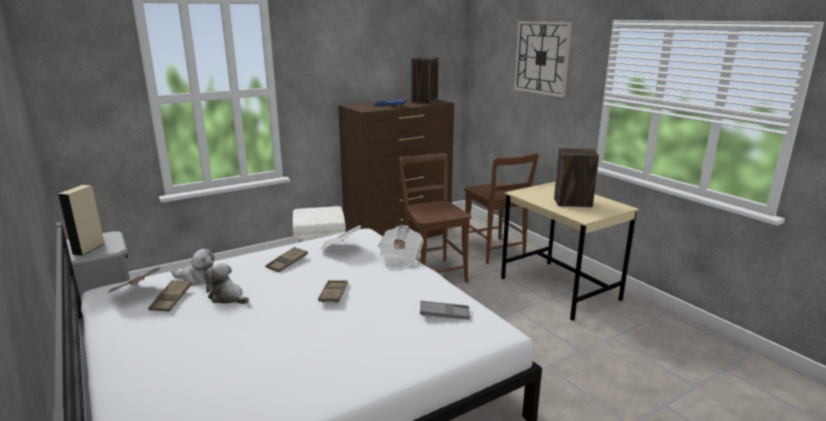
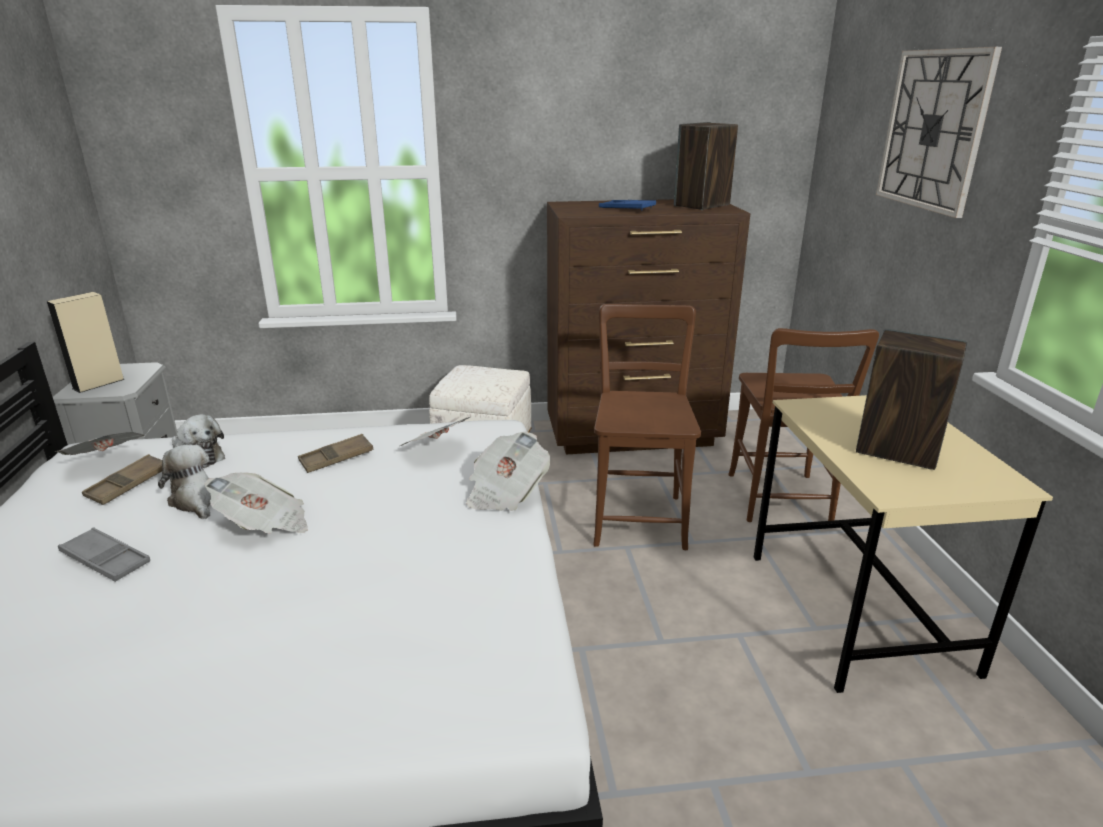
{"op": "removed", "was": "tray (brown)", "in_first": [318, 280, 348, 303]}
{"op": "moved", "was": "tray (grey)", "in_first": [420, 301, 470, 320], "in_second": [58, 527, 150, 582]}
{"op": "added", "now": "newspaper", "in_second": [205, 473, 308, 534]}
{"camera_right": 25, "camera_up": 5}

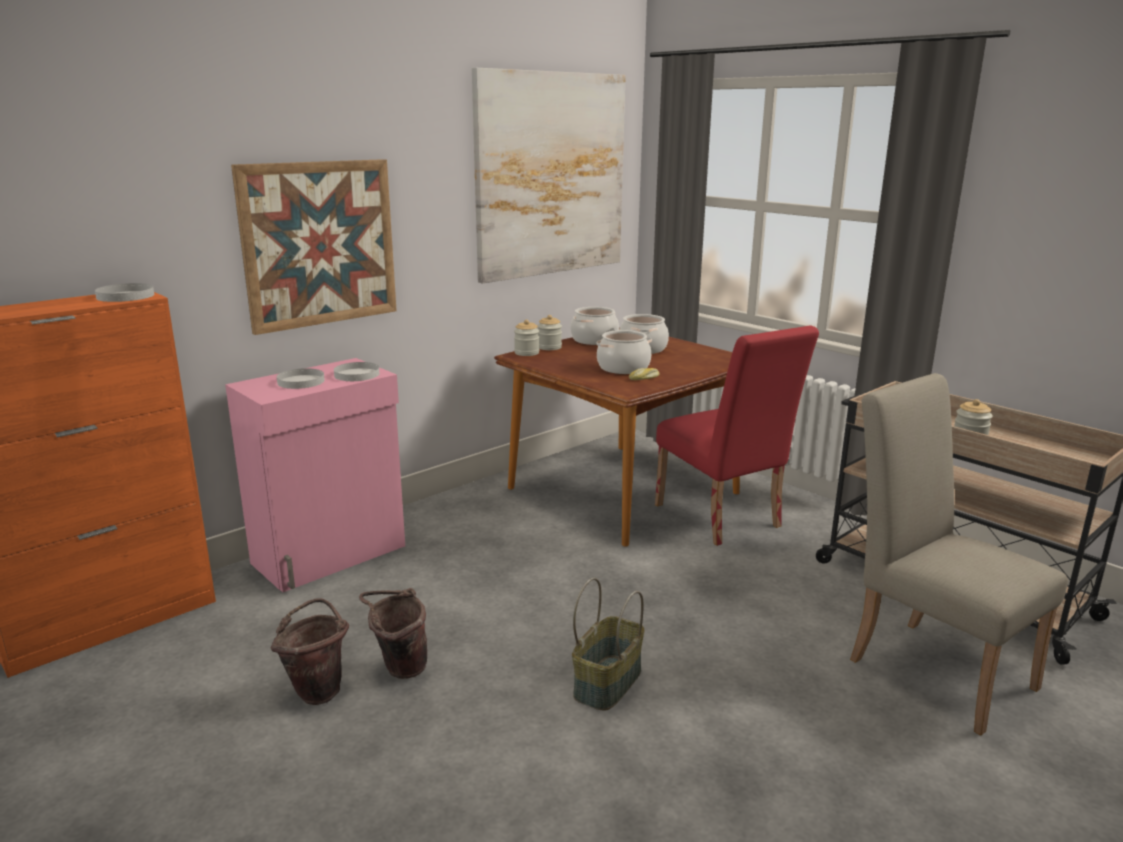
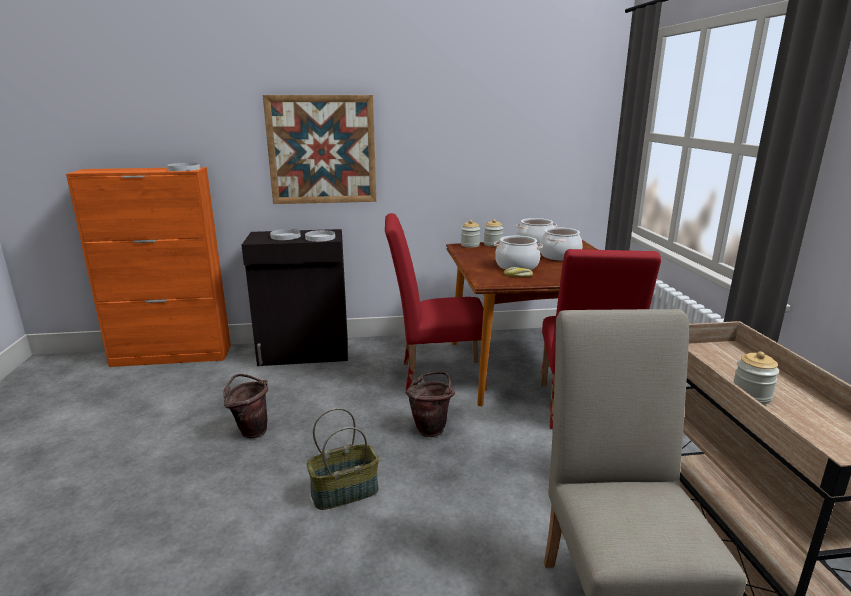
{"op": "removed", "was": "picture", "in_first": [472, 68, 626, 284]}
{"op": "recoloured", "was": "cabinet (pink)", "now": "cabinet (black)", "in_first": [225, 358, 405, 592], "in_second": [242, 229, 348, 366]}
{"op": "moved", "was": "bucket (brown)", "in_first": [271, 598, 349, 705], "in_second": [405, 371, 455, 437]}
{"op": "added", "now": "chair (red)", "in_second": [385, 213, 487, 392]}
{"camera_right": 35, "camera_up": 0}

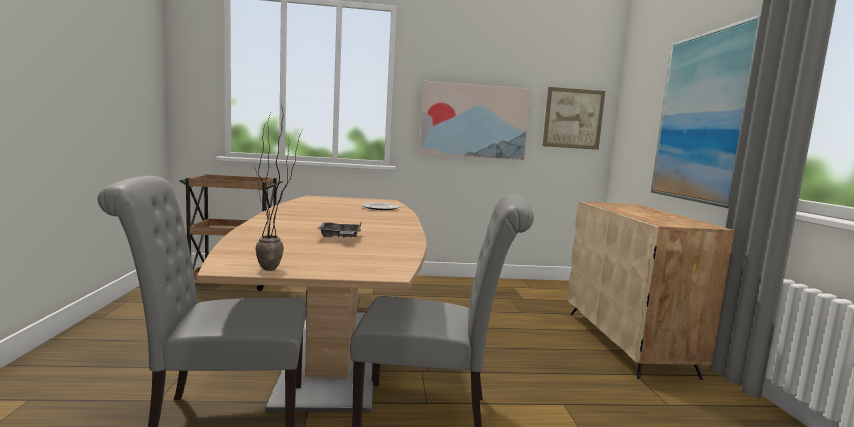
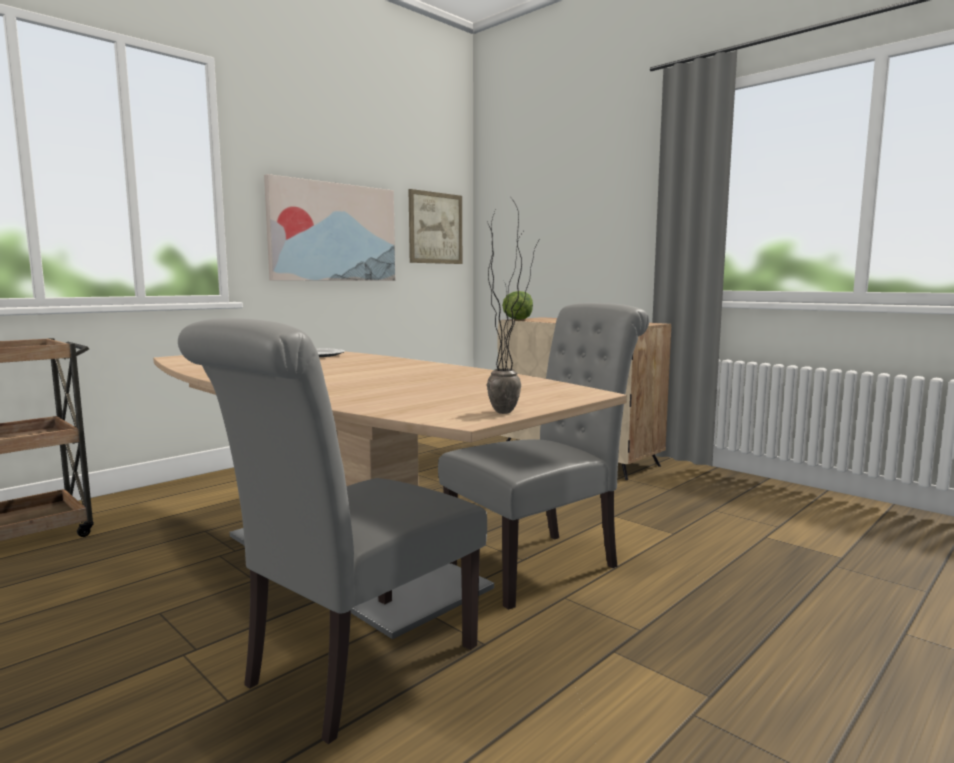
{"op": "removed", "was": "picture", "in_first": [651, 14, 761, 208]}
{"op": "removed", "was": "tray (grey)", "in_first": [317, 221, 362, 238]}
{"op": "added", "now": "lettuce", "in_second": [502, 291, 533, 320]}
{"camera_right": -40, "camera_up": 0}

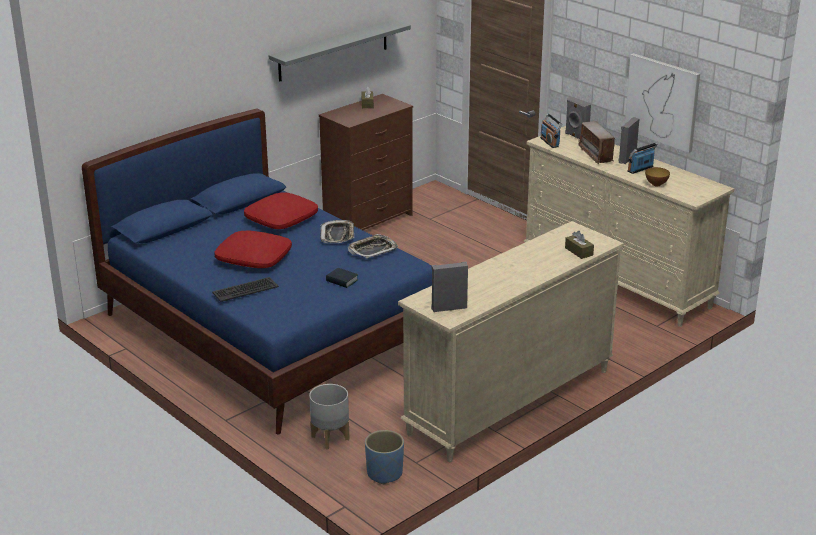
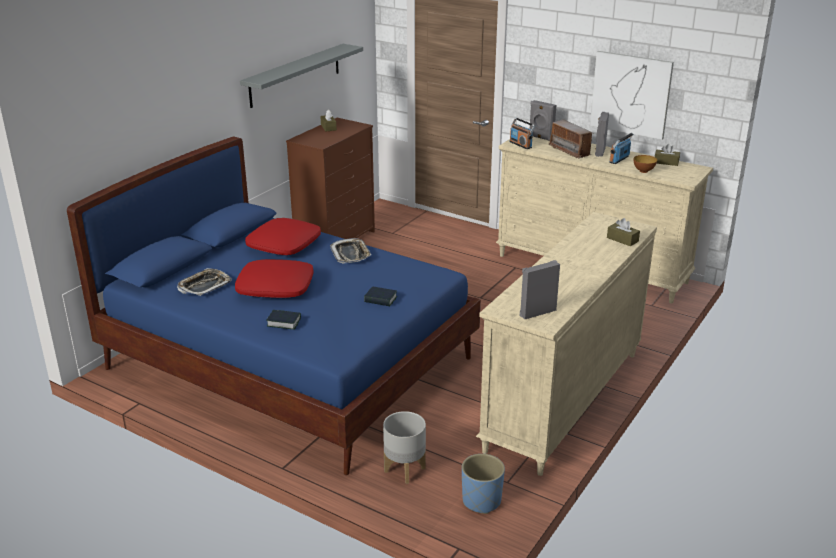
{"op": "moved", "was": "tray", "in_first": [348, 234, 398, 258], "in_second": [177, 268, 232, 296]}
{"op": "replaced", "was": "keyboard", "now": "book", "in_first": [212, 277, 279, 302], "in_second": [266, 310, 301, 330]}
{"op": "added", "now": "tissue box (brown)", "in_second": [655, 144, 680, 166]}
{"camera_right": -15, "camera_up": 0}

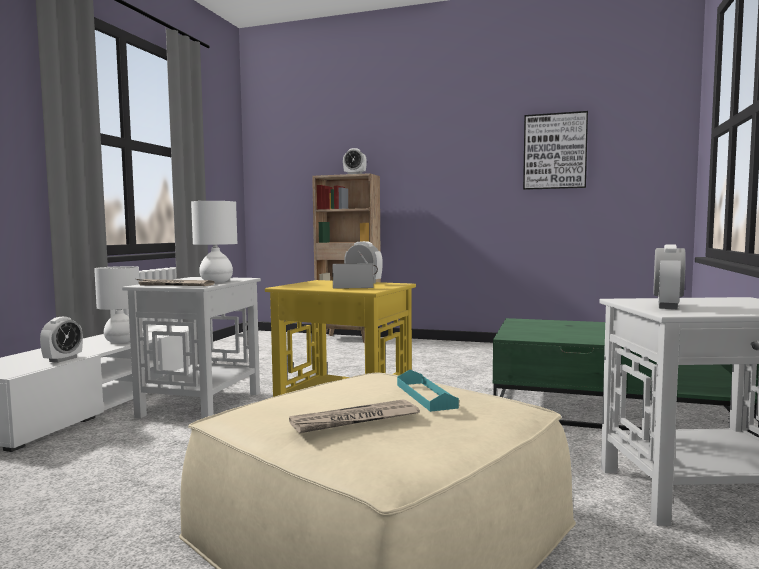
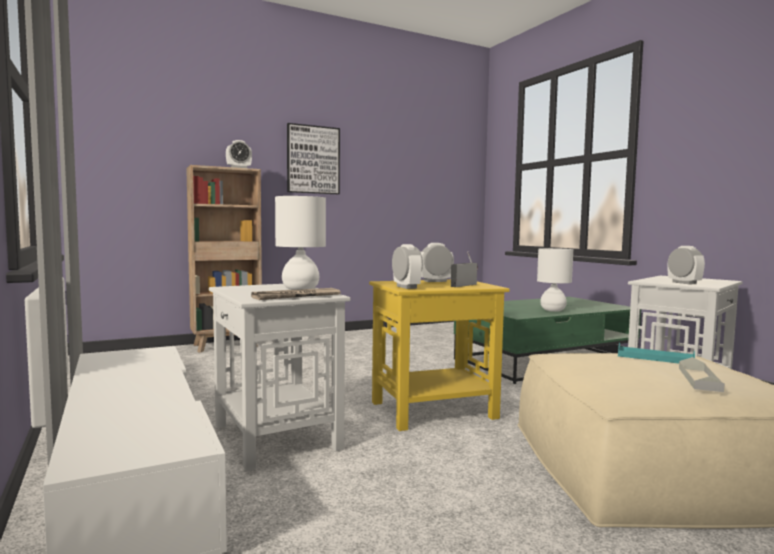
{"op": "moved", "was": "picture", "in_first": [523, 111, 588, 190], "in_second": [287, 123, 340, 194]}
{"op": "moved", "was": "table lamp (white)", "in_first": [94, 266, 140, 343], "in_second": [537, 248, 573, 312]}
{"op": "moved", "was": "alarm clock", "in_first": [40, 317, 83, 363], "in_second": [392, 244, 423, 289]}
{"op": "replaced", "was": "newspaper", "now": "tray (grey)", "in_first": [289, 400, 420, 433], "in_second": [679, 357, 725, 392]}
{"camera_right": -45, "camera_up": 0}

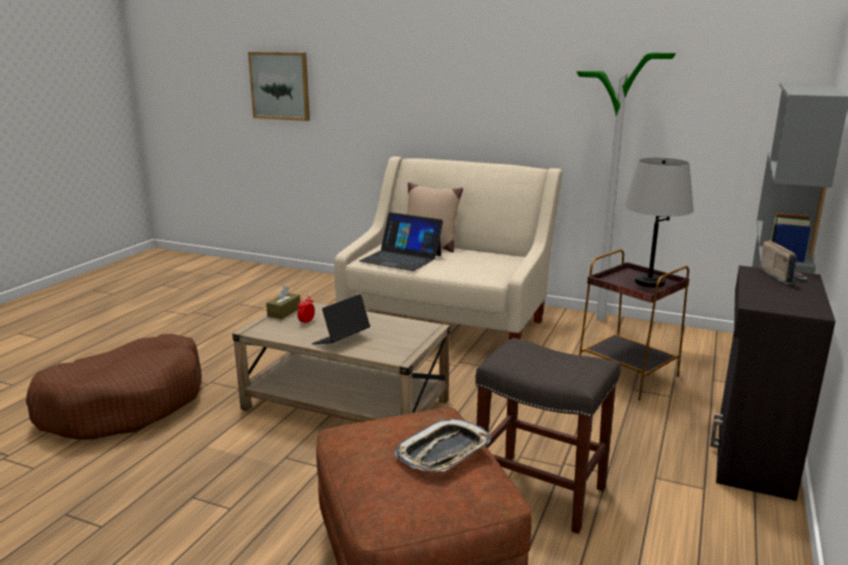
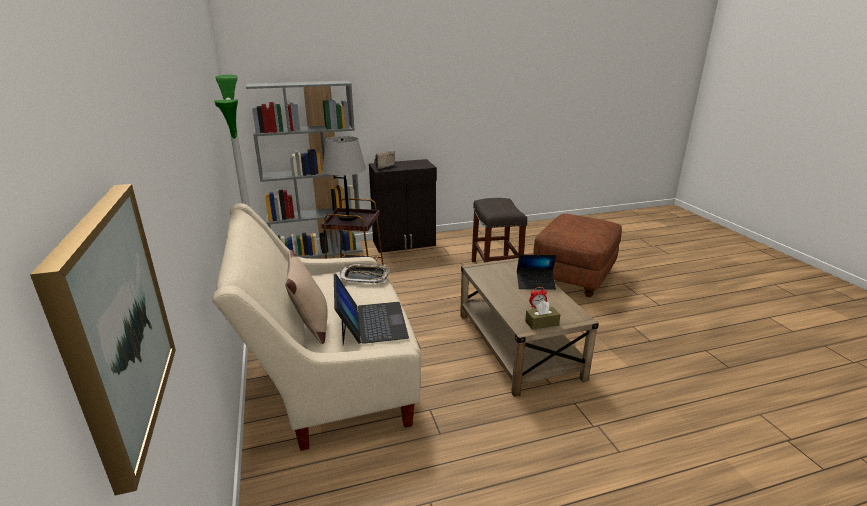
{"op": "removed", "was": "dog bed (brown)", "in_first": [26, 334, 202, 439]}
{"op": "moved", "was": "tray", "in_first": [394, 419, 491, 471], "in_second": [340, 264, 389, 283]}
{"camera_right": -130, "camera_up": 5}

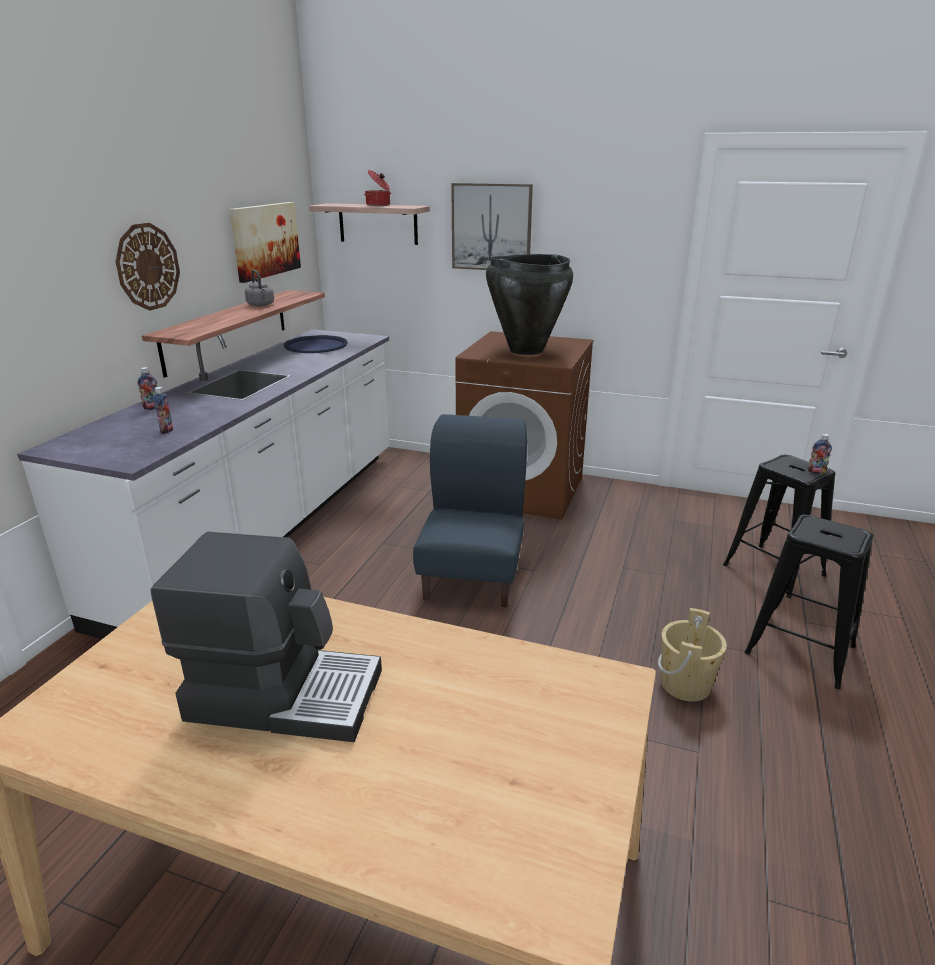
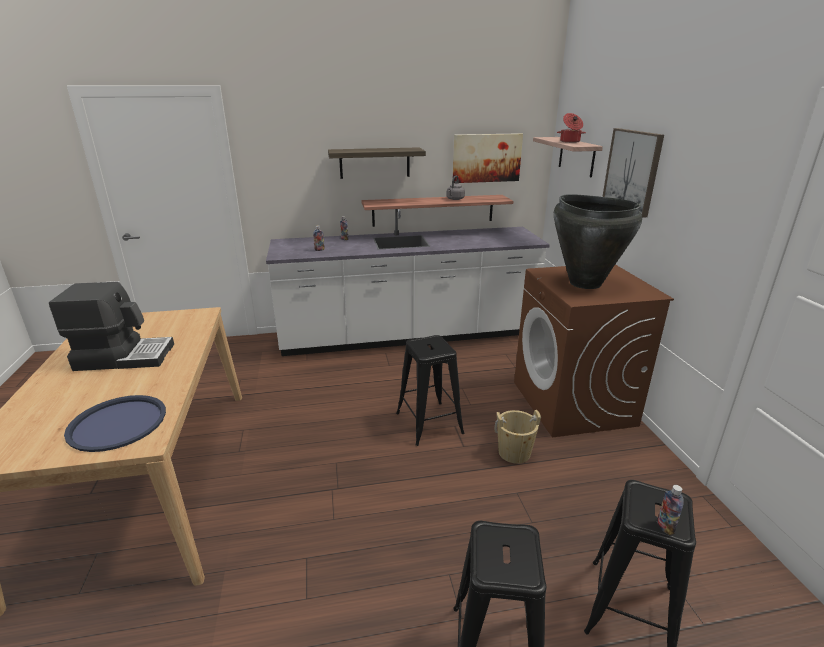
{"op": "replaced", "was": "wall clock", "now": "shelf", "in_first": [115, 223, 180, 311], "in_second": [328, 147, 426, 179]}
{"op": "moved", "was": "tray (blue)", "in_first": [284, 335, 348, 353], "in_second": [64, 395, 166, 452]}
{"op": "replaced", "was": "chair (blue)", "now": "stool (black)", "in_first": [413, 414, 527, 607], "in_second": [396, 335, 464, 446]}
{"op": "turned", "was": "coffee machine", "in_first": [150, 532, 382, 742], "in_second": [49, 282, 174, 371], "clockwise": -75}
{"op": "moved", "was": "bucket (beige)", "in_first": [658, 608, 727, 701], "in_second": [495, 410, 541, 464]}
{"camera_right": 60, "camera_up": 0}

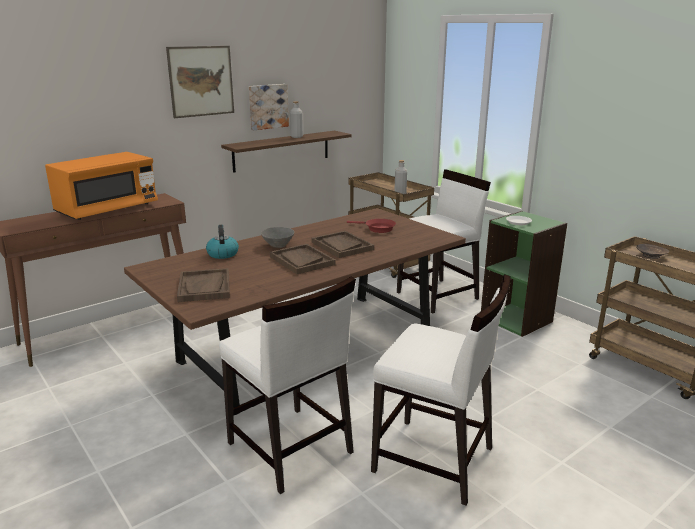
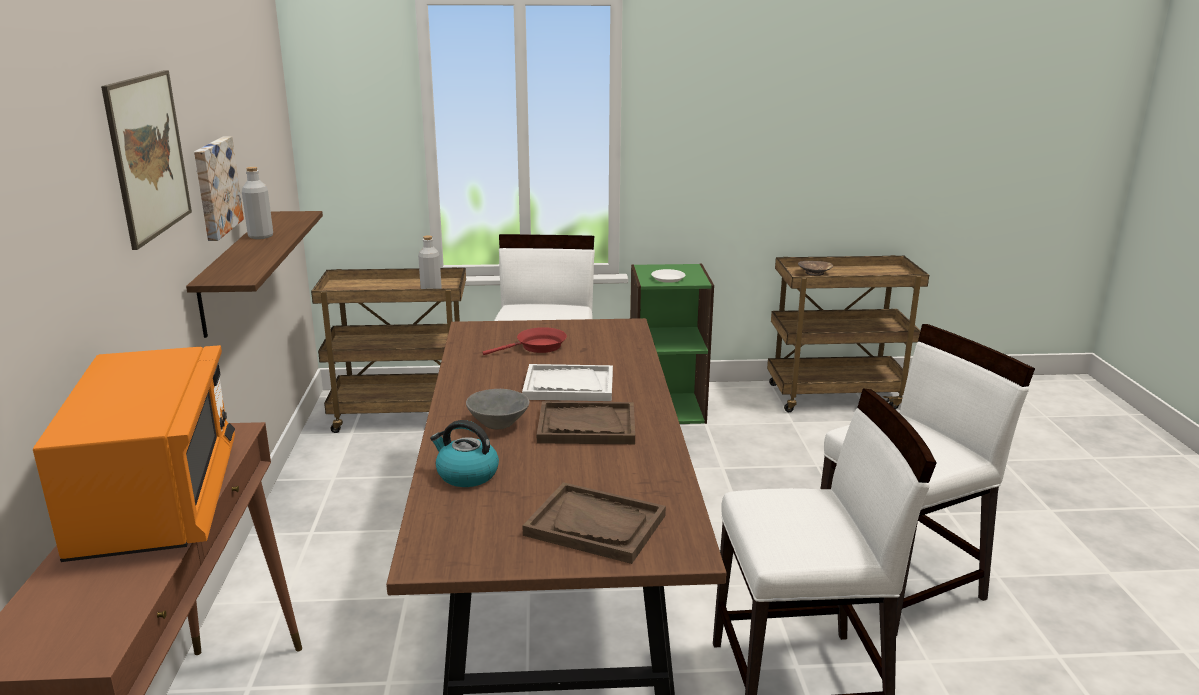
{"op": "recoloured", "was": "tray (brown)", "now": "tray (white)", "in_first": [312, 231, 374, 258], "in_second": [522, 364, 613, 401]}
{"camera_right": -55, "camera_up": 0}

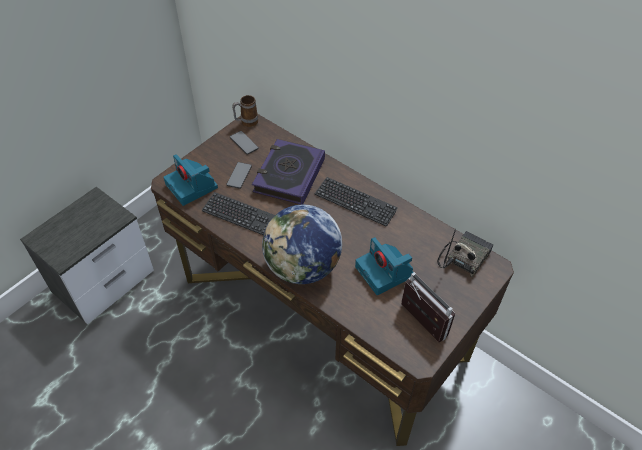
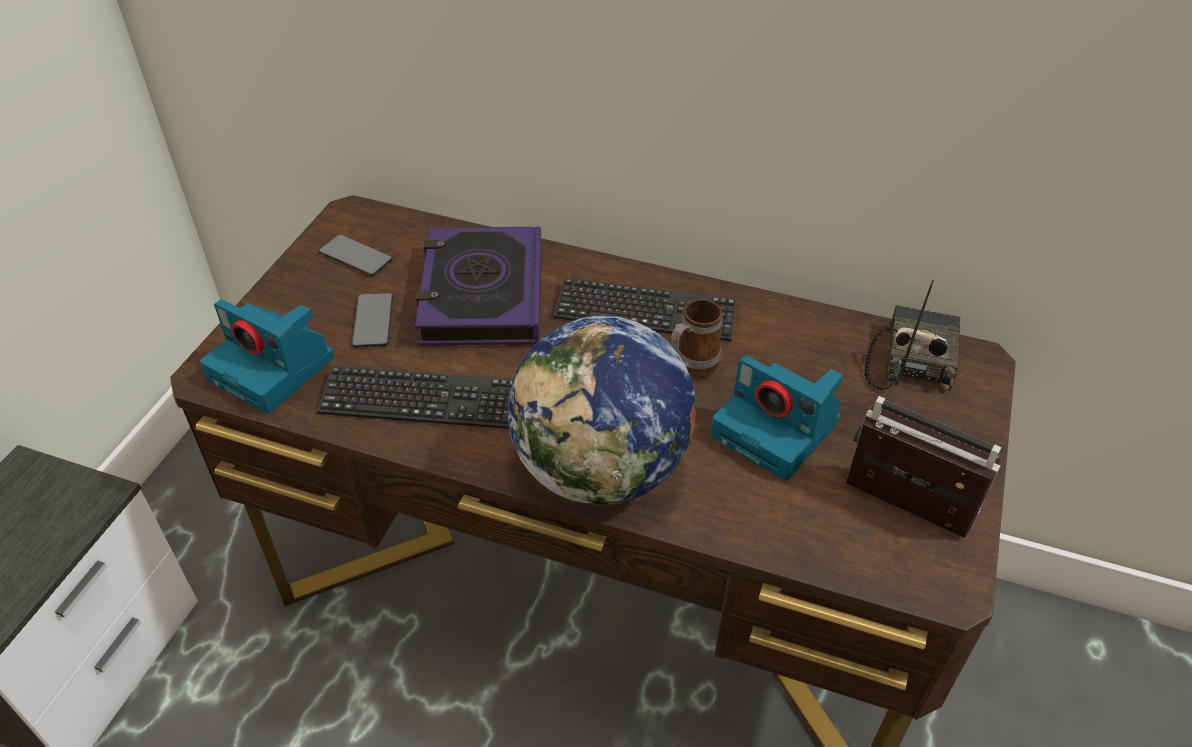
{"op": "moved", "was": "mug", "in_first": [232, 95, 258, 127], "in_second": [671, 299, 723, 379]}
{"camera_right": -20, "camera_up": -5}

